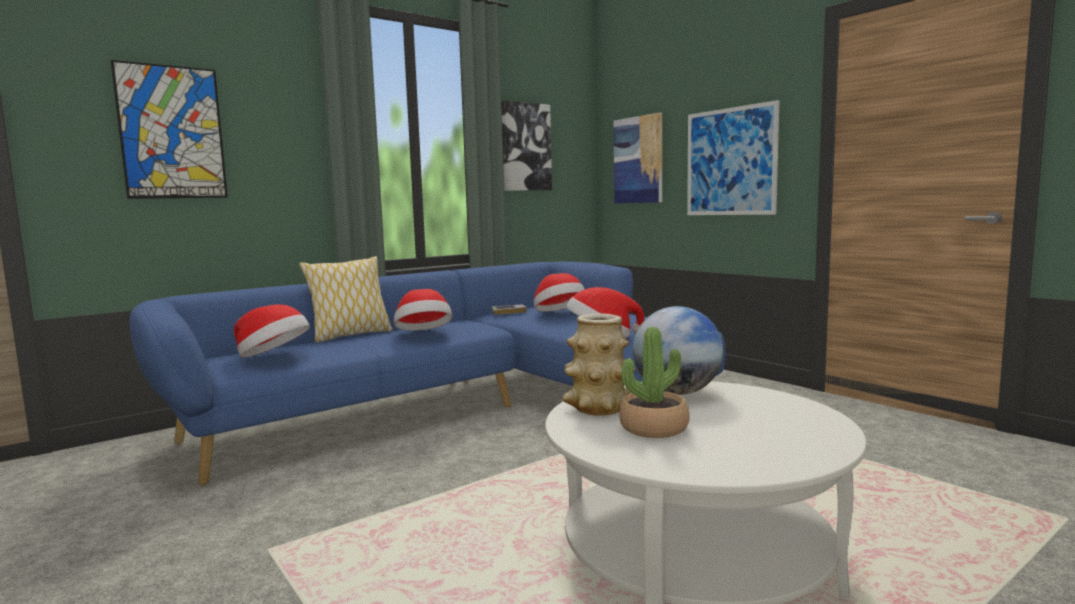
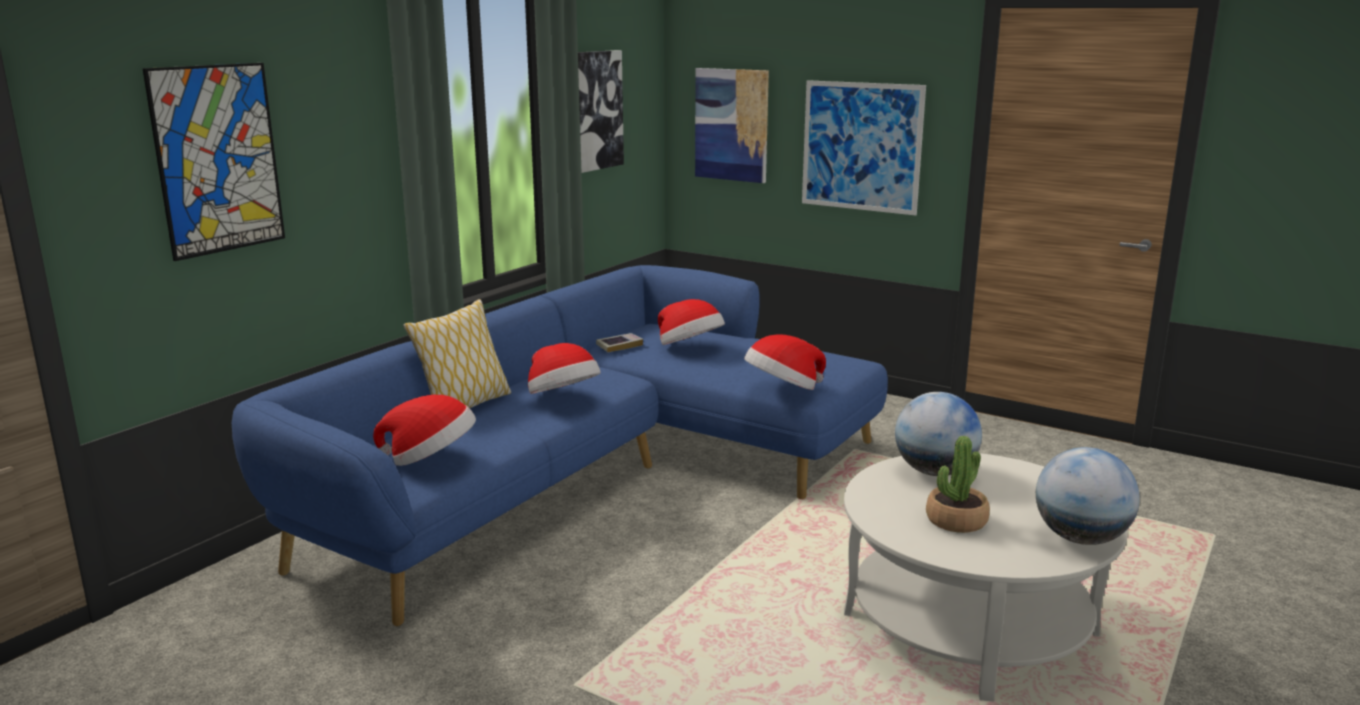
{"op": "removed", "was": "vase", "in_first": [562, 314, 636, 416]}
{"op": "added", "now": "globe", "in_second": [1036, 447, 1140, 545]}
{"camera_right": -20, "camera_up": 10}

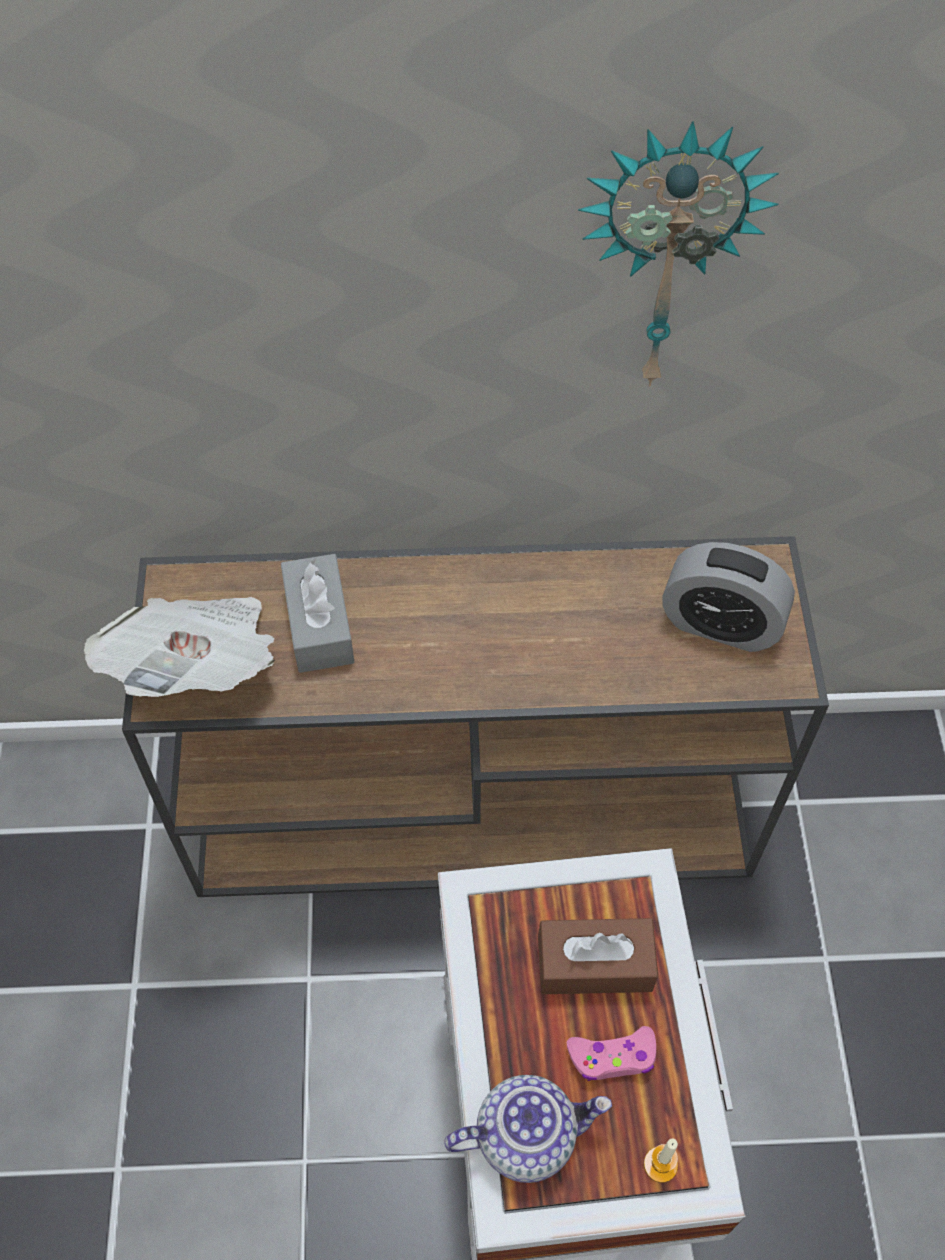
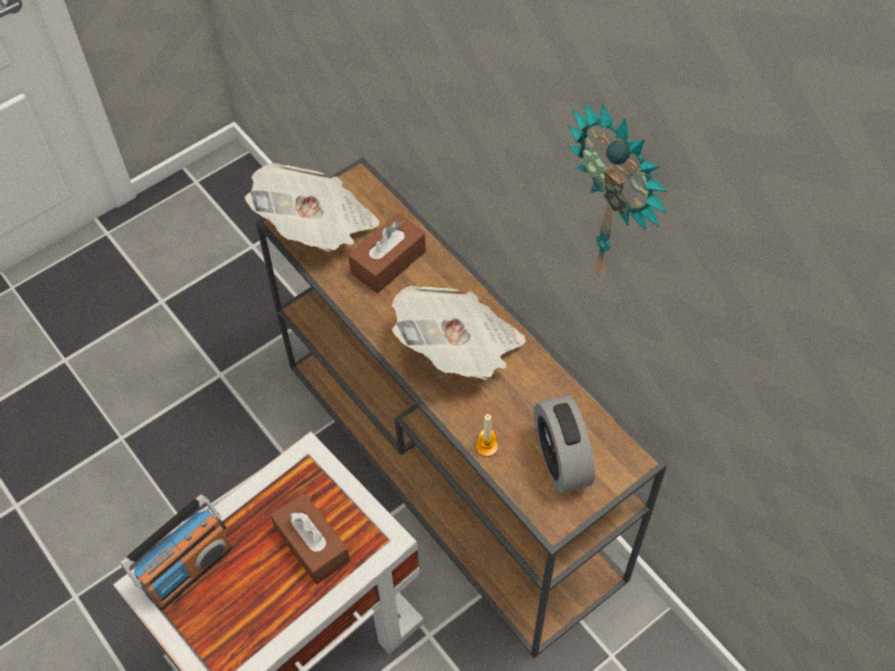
{"op": "recoloured", "was": "tissue box (grey)", "now": "tissue box (brown)", "in_first": [281, 554, 354, 673], "in_second": [348, 213, 426, 293]}
{"op": "removed", "was": "game controller (pink)", "in_first": [567, 1026, 656, 1081]}
{"op": "replaced", "was": "teapot", "now": "radio", "in_first": [444, 1075, 612, 1183], "in_second": [121, 494, 232, 610]}
{"op": "moved", "was": "candle", "in_first": [644, 1139, 678, 1183], "in_second": [476, 414, 498, 457]}
{"op": "added", "now": "newspaper", "in_second": [392, 286, 526, 380]}
{"camera_right": 55, "camera_up": 0}

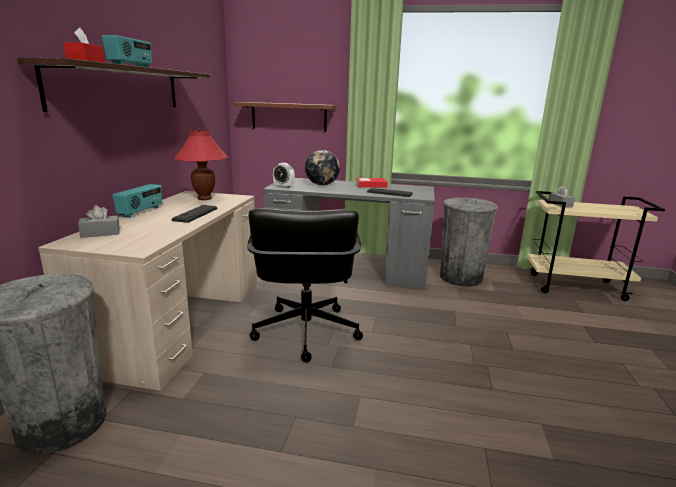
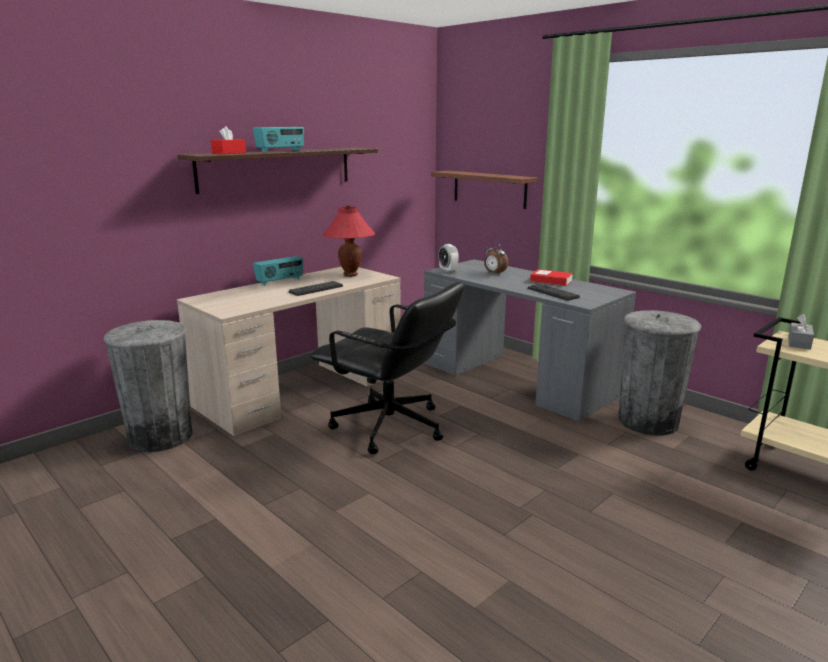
{"op": "replaced", "was": "globe", "now": "alarm clock", "in_first": [305, 150, 340, 185], "in_second": [484, 242, 509, 275]}
{"op": "removed", "was": "tissue box (grey)", "in_first": [78, 205, 120, 238]}
{"op": "turned", "was": "office chair (black)", "in_first": [247, 208, 363, 362], "in_second": [310, 282, 465, 454], "clockwise": -90}
{"camera_right": 35, "camera_up": 0}

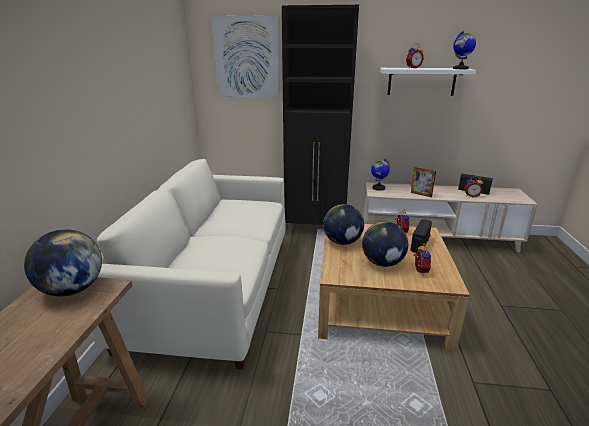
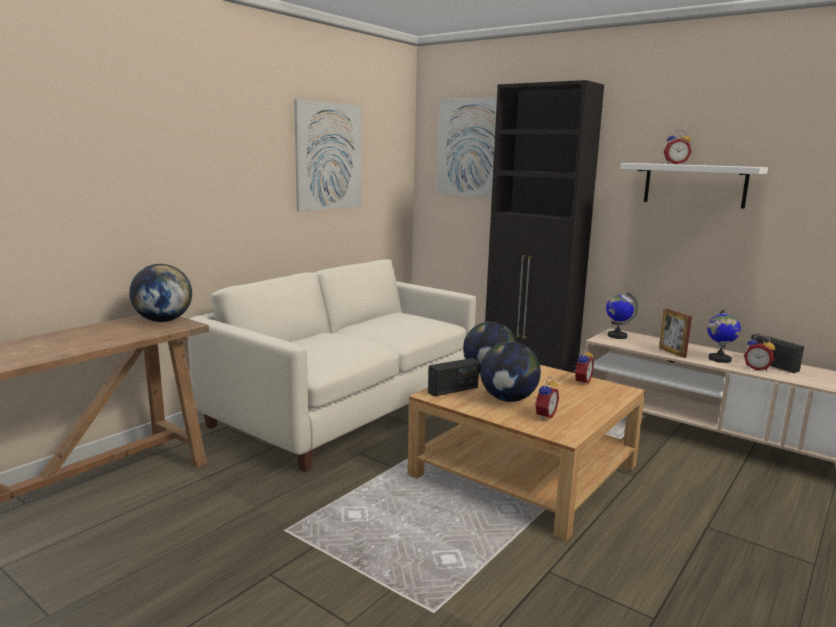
{"op": "moved", "was": "globe", "in_first": [453, 30, 476, 69], "in_second": [707, 309, 741, 363]}
{"op": "moved", "was": "radio", "in_first": [411, 219, 432, 253], "in_second": [428, 358, 479, 396]}
{"op": "added", "now": "picture", "in_second": [294, 99, 361, 211]}
{"camera_right": 30, "camera_up": -10}

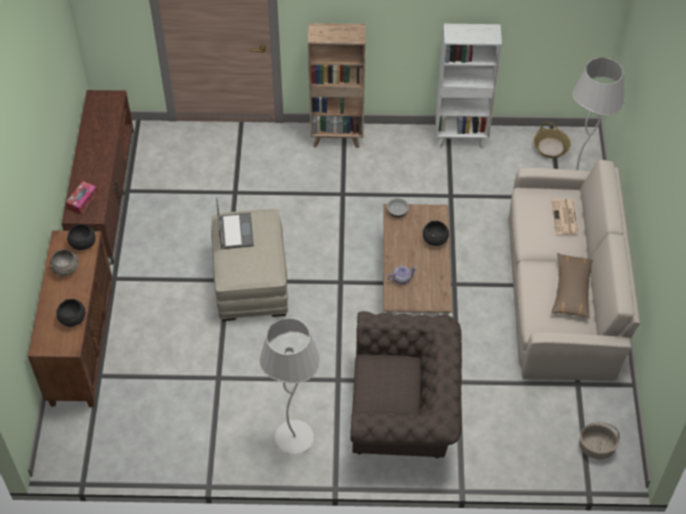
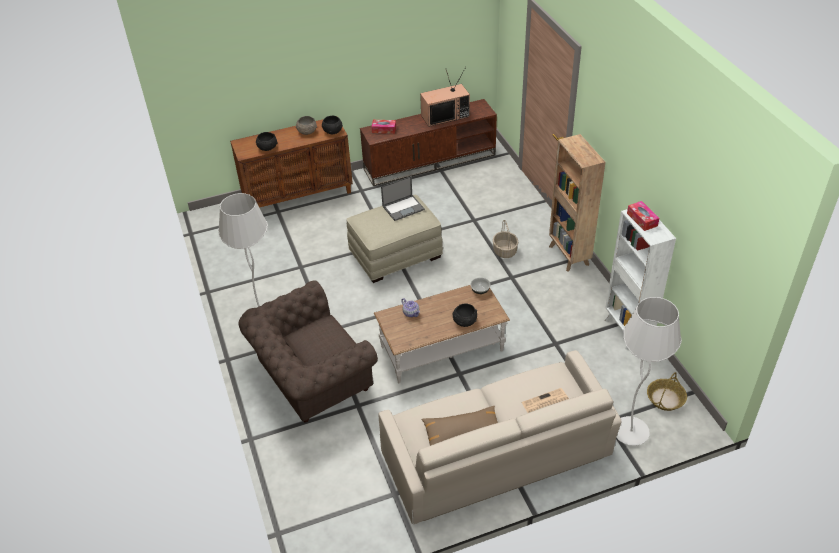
{"op": "turned", "was": "armchair (brown)", "in_first": [350, 311, 462, 458], "in_second": [238, 280, 378, 423], "clockwise": 75}
{"op": "moved", "was": "basket", "in_first": [579, 422, 620, 460], "in_second": [493, 220, 518, 258]}
{"op": "added", "now": "television", "in_second": [420, 67, 470, 127]}
{"op": "added", "now": "tissue box", "in_second": [627, 201, 659, 231]}
{"camera_right": 70, "camera_up": -10}

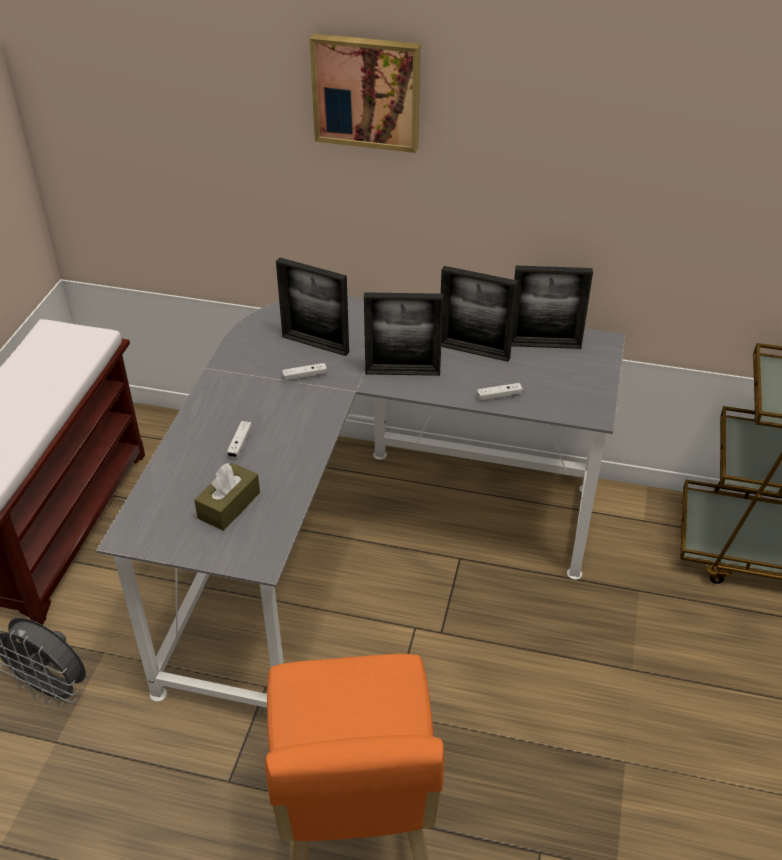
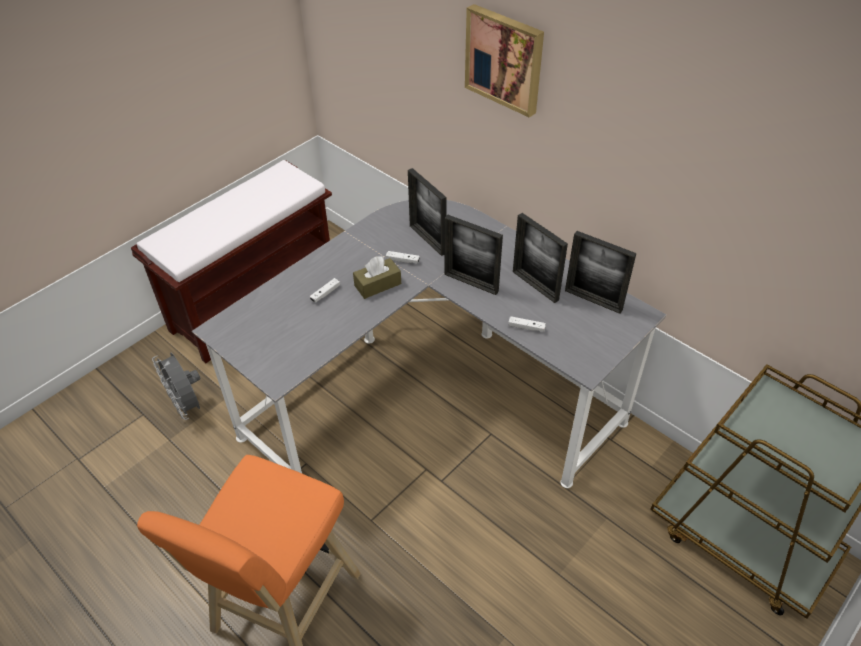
{"op": "moved", "was": "tissue box (brown)", "in_first": [194, 463, 260, 531], "in_second": [353, 256, 401, 299]}
{"camera_right": 30, "camera_up": 5}

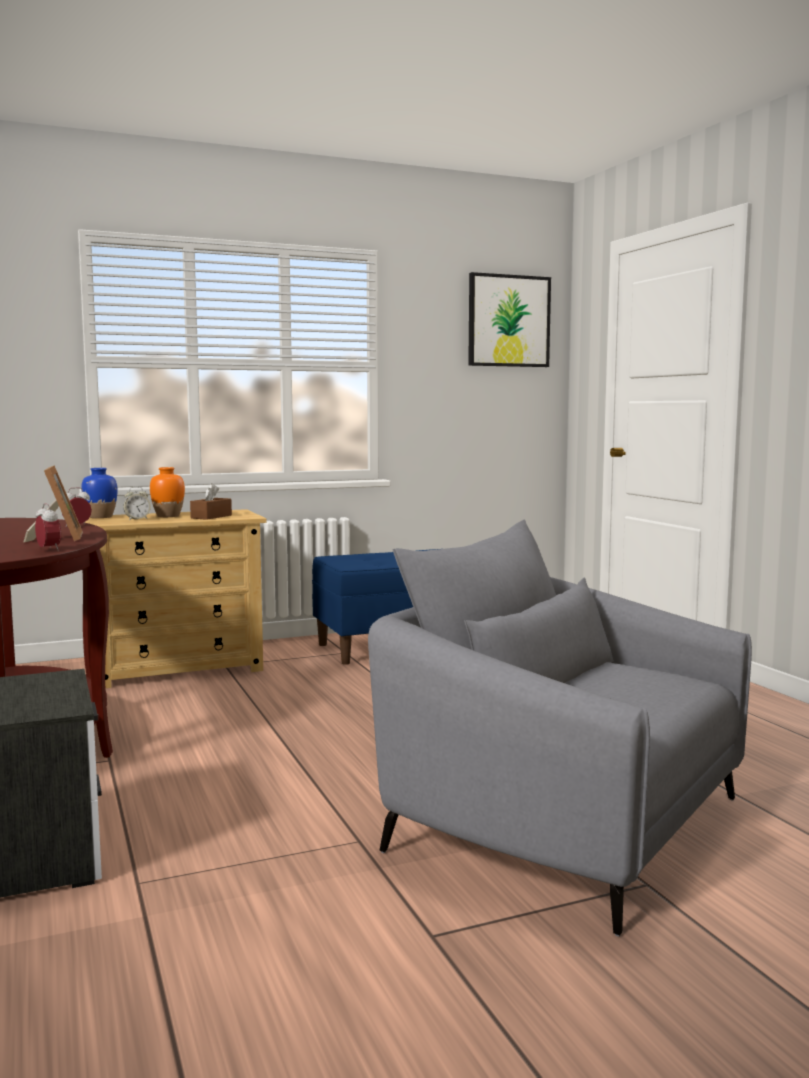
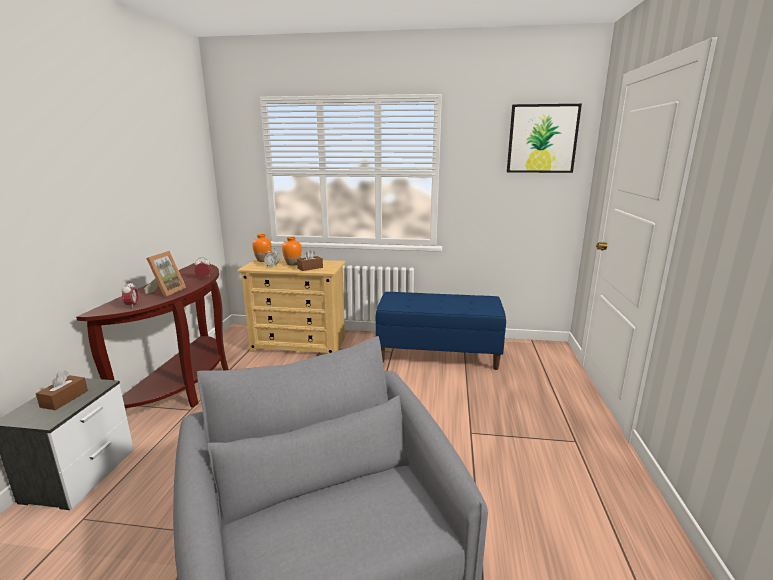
{"op": "recoloured", "was": "vase (blue)", "now": "vase (orange)", "in_first": [81, 468, 118, 518], "in_second": [252, 234, 272, 262]}
{"op": "added", "now": "tissue box (brown)", "in_second": [36, 370, 88, 410]}
{"camera_right": 30, "camera_up": 10}

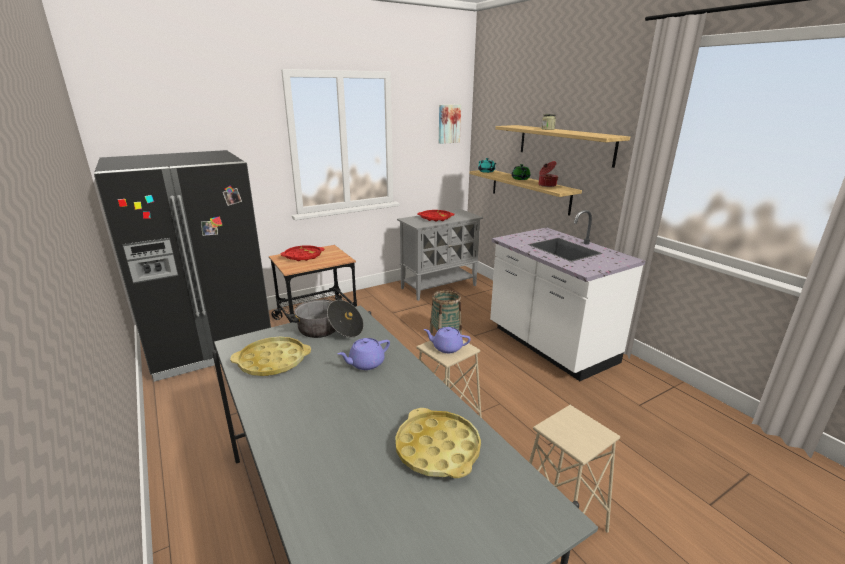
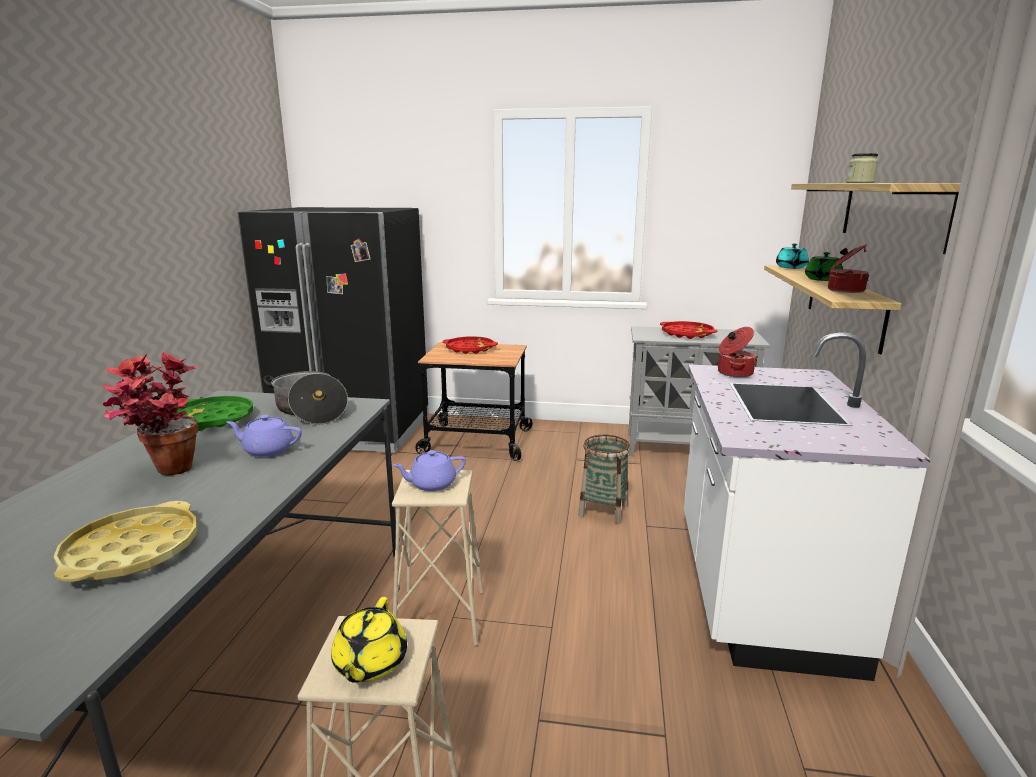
{"op": "removed", "was": "picture", "in_first": [439, 105, 461, 144]}
{"op": "turned", "was": "teapot (purple)", "in_first": [423, 327, 471, 353], "in_second": [393, 450, 466, 491], "clockwise": -75}
{"op": "recoloured", "was": "tray (yellow)", "now": "tray (green)", "in_first": [230, 337, 311, 376], "in_second": [177, 396, 253, 431]}
{"op": "added", "now": "cooking pot", "in_second": [718, 327, 757, 377]}
{"op": "added", "now": "potted plant", "in_second": [102, 352, 199, 475]}
{"op": "added", "now": "teapot (yellow)", "in_second": [331, 597, 407, 683]}
{"camera_right": 40, "camera_up": -5}

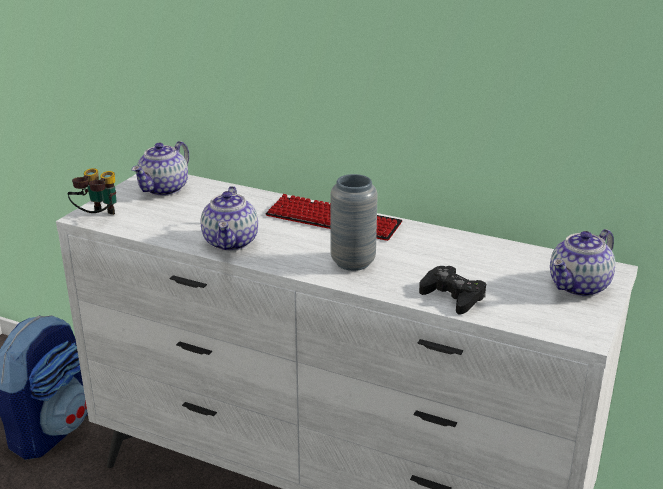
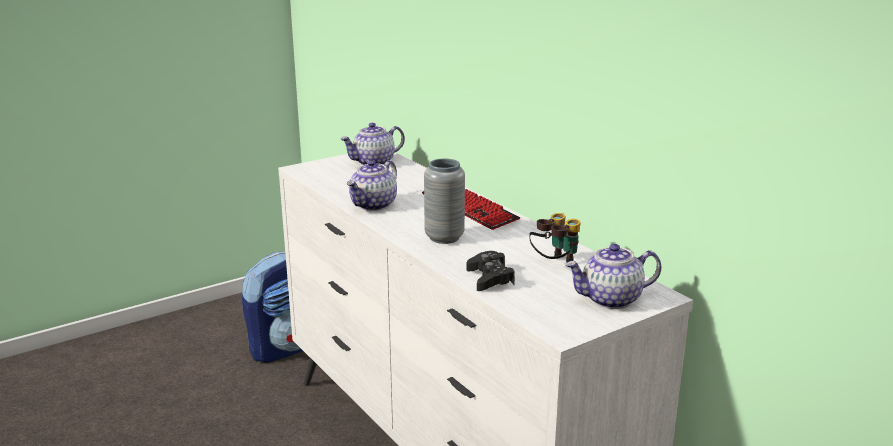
{"op": "moved", "was": "binoculars", "in_first": [68, 168, 117, 215], "in_second": [529, 213, 581, 262]}
{"camera_right": 30, "camera_up": -5}

